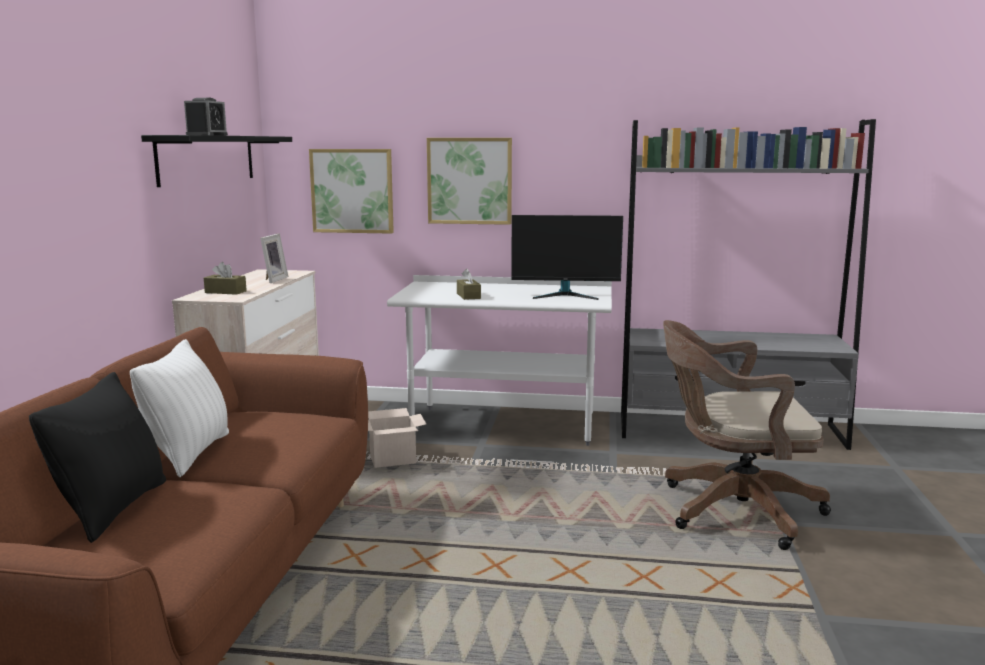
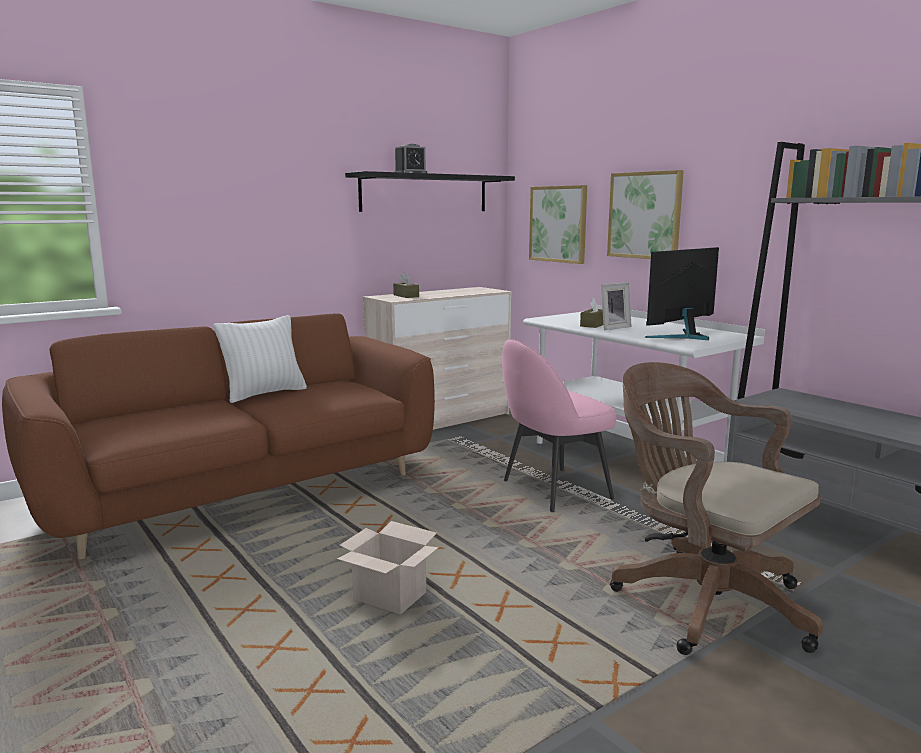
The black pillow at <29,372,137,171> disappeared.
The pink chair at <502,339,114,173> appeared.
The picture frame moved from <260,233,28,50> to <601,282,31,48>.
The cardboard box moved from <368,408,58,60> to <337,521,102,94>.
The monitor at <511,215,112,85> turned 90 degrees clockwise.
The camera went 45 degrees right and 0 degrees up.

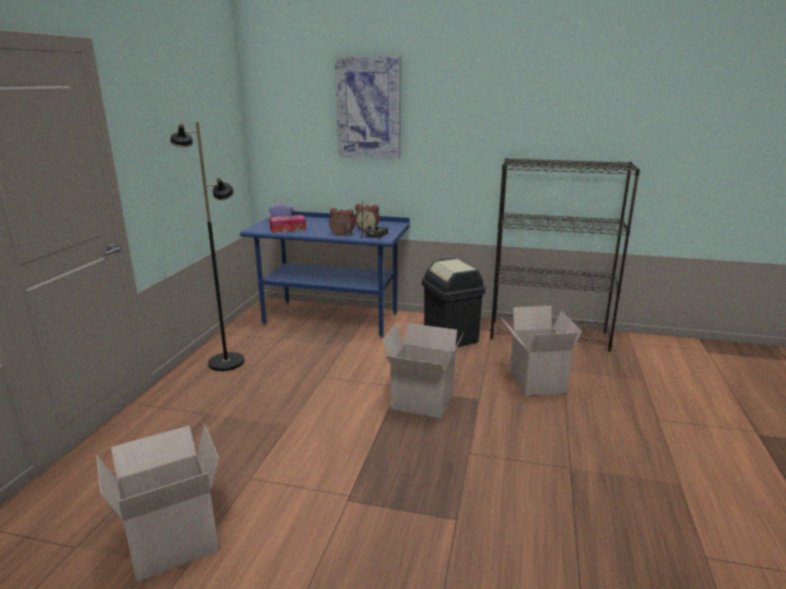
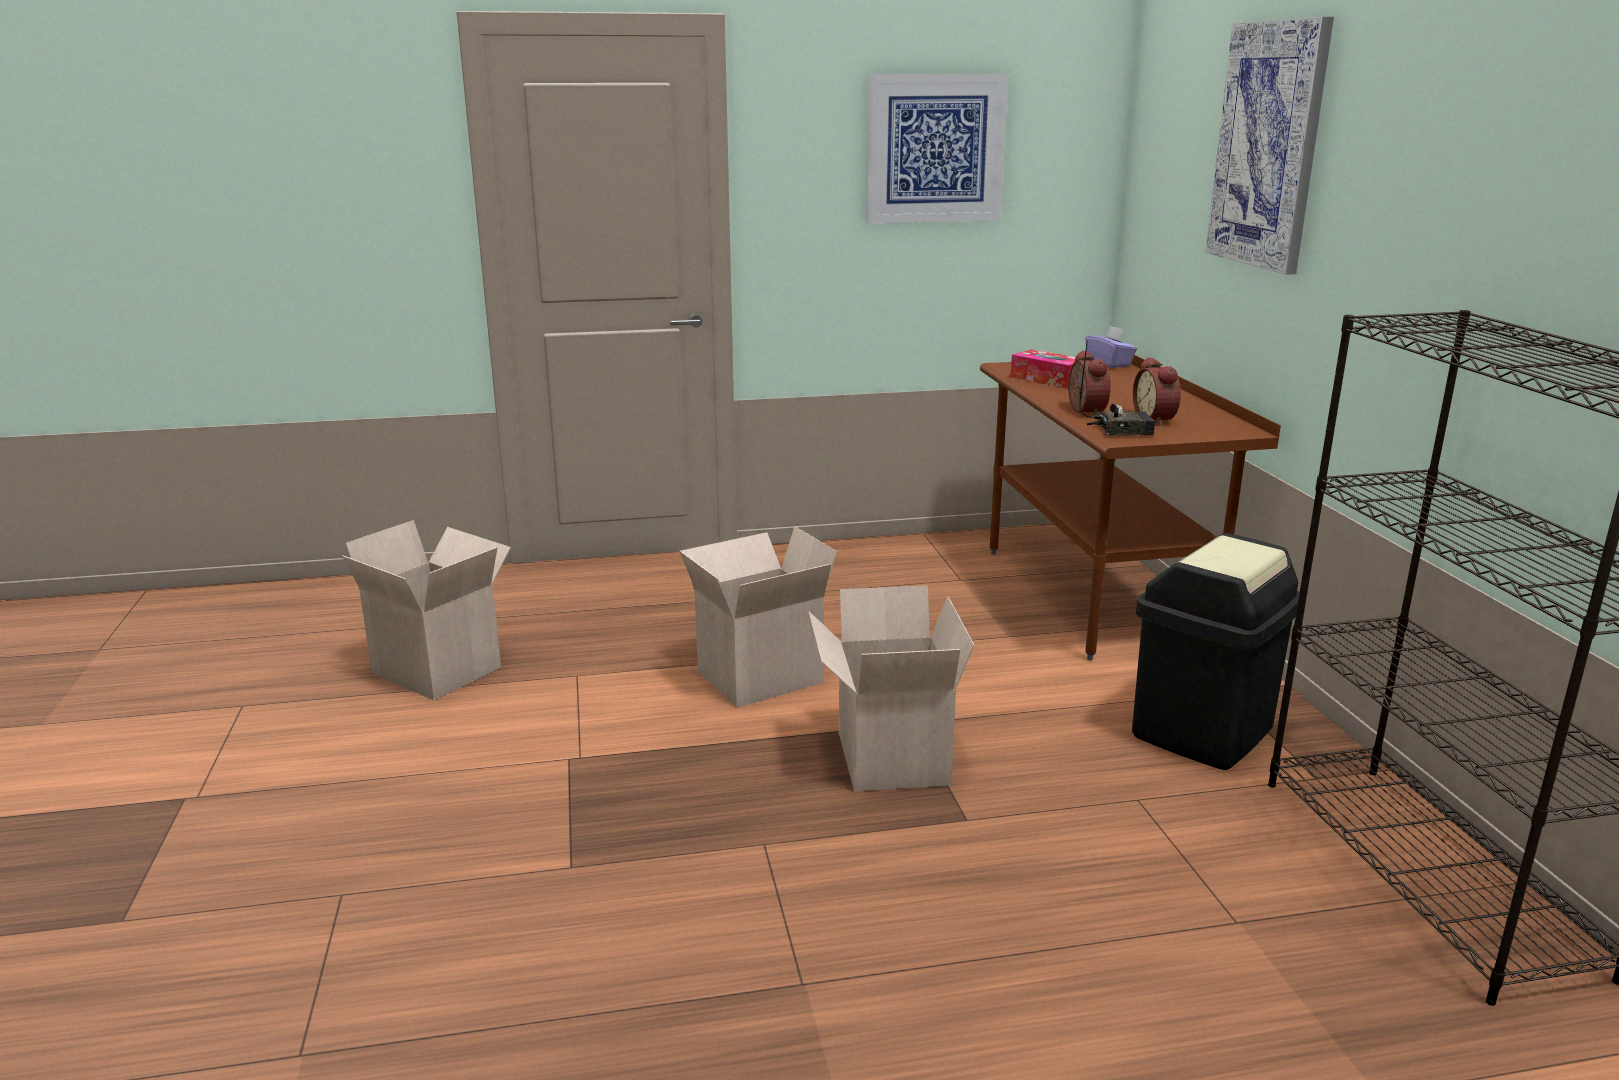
The black floor lamp at <170,122,74,249> disappeared.
The picture at <866,74,143,149> appeared.
The cardboard box moved from <501,306,81,90> to <679,526,158,182>.
The blue desk at <240,211,170,127> became the brown desk at <980,355,301,305>.
The camera went 65 degrees right and 0 degrees up.

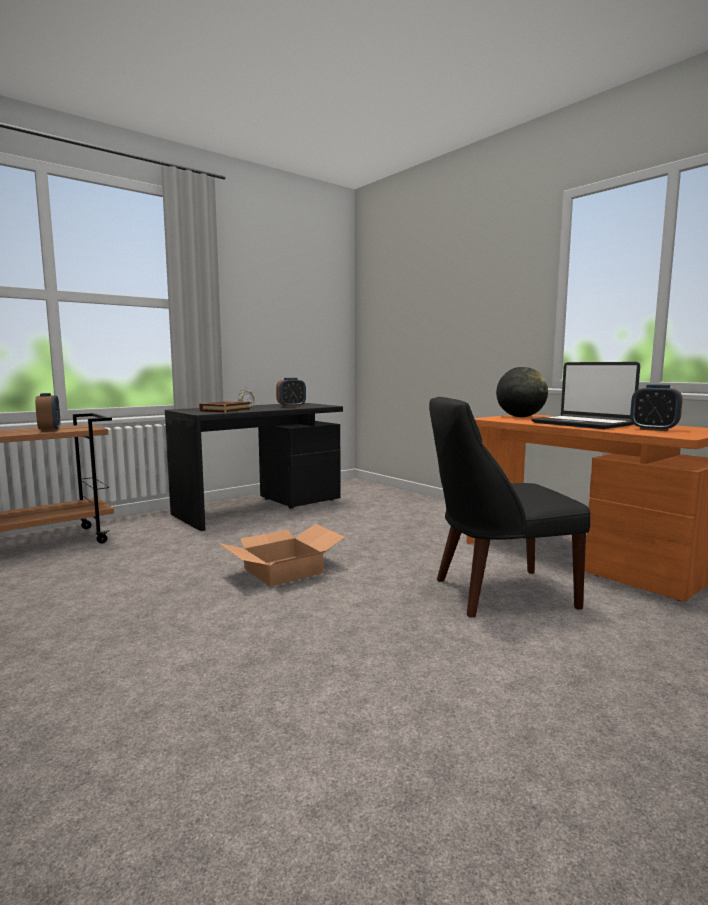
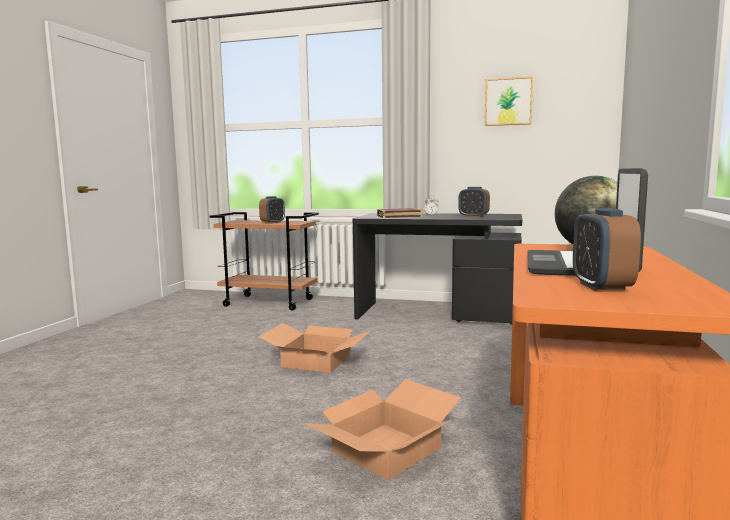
The picture at <485,76,48,50> appeared.
The black chair at <429,397,161,221> was replaced by the cardboard box at <304,379,157,101>.
The camera went 55 degrees right and 0 degrees up.

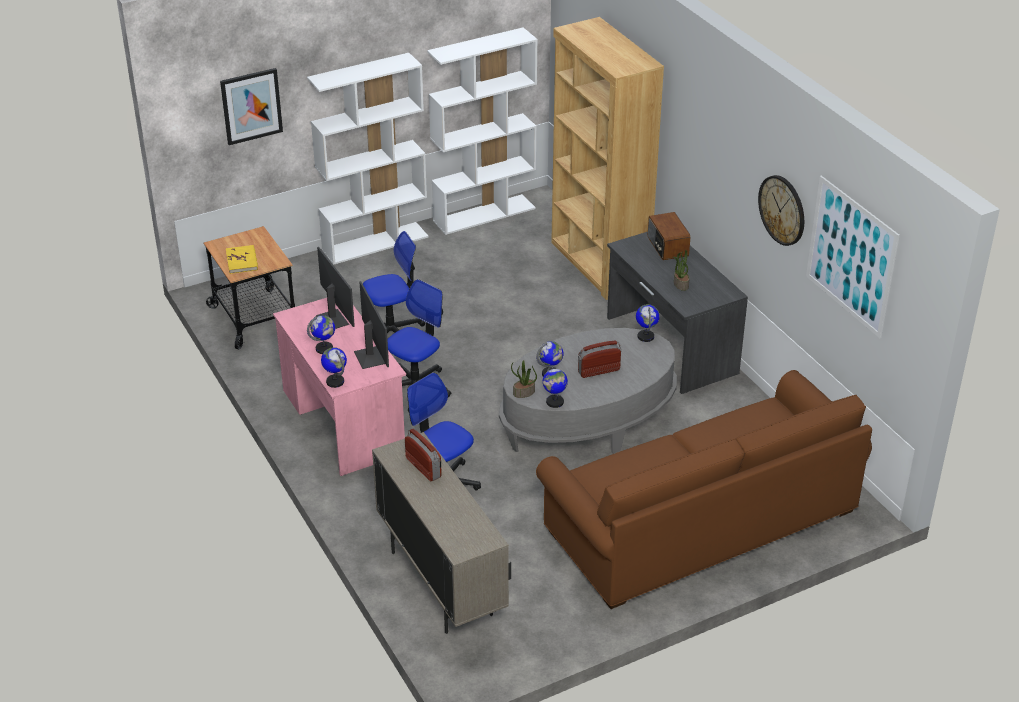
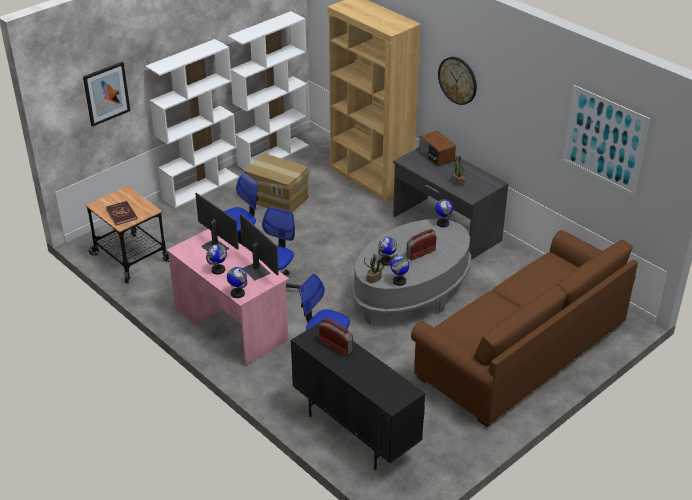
The cardboard box at <244,153,65,59> appeared.
The wall clock moved from <758,175,46,71> to <438,57,39,48>.
The yellow book at <226,245,32,29> became the red book at <106,201,31,24>.
The beige cabinet at <372,432,139,202> became the black cabinet at <291,321,134,149>.
The camera went 15 degrees left and 0 degrees up.

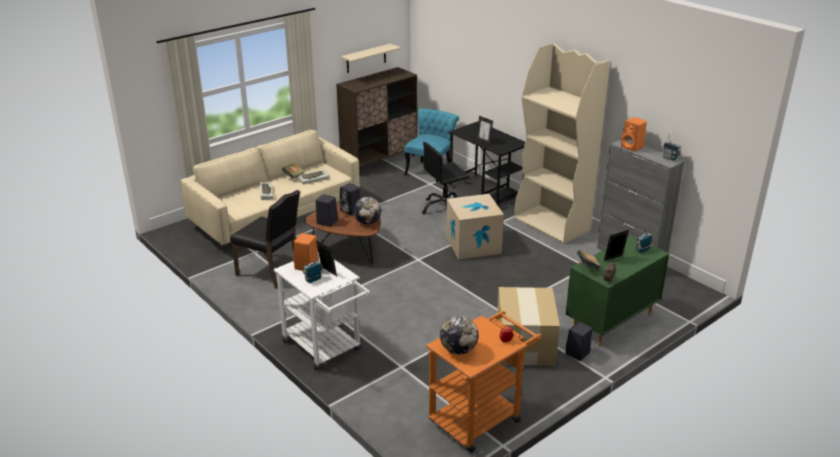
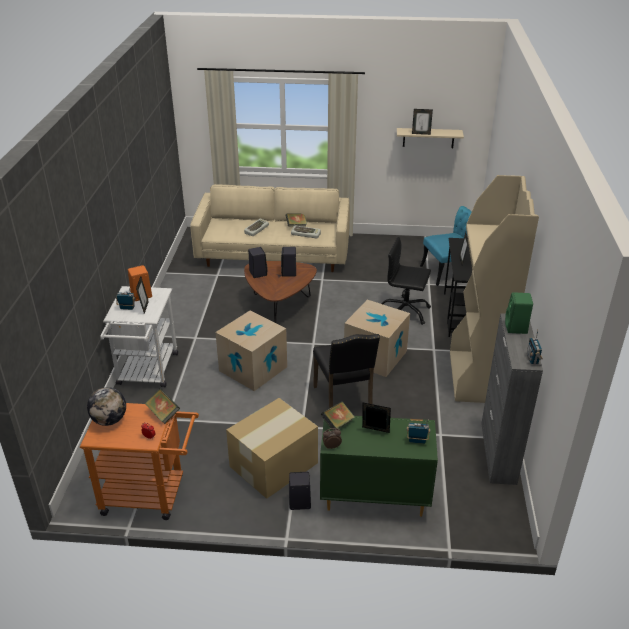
The brown cabinet at <336,67,81,108> disappeared.
The globe at <354,197,27,28> disappeared.
The book at <145,389,35,35> appeared.
The cardboard box at <216,310,71,81> appeared.
The picture frame at <412,109,21,26> appeared.
The black chair moved from <230,190,70,99> to <313,334,67,74>.
The orange speaker at <621,117,26,35> became the green speaker at <505,292,28,42>.
The camera went 45 degrees right and 5 degrees up.

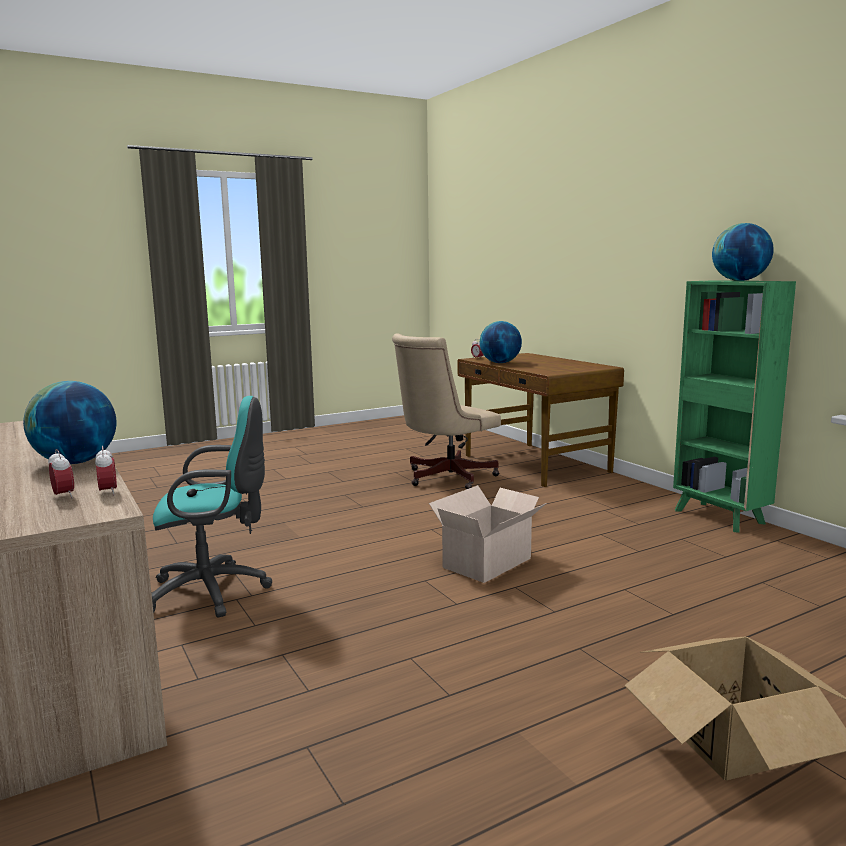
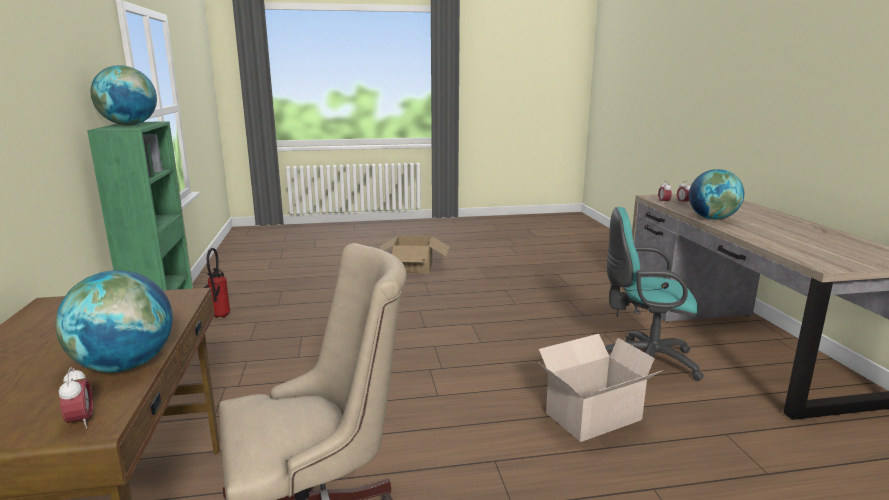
The fire extinguisher at <204,248,26,70> appeared.
The cardboard box moved from <429,485,118,98> to <538,334,124,108>.
The camera went 160 degrees left and 5 degrees up.

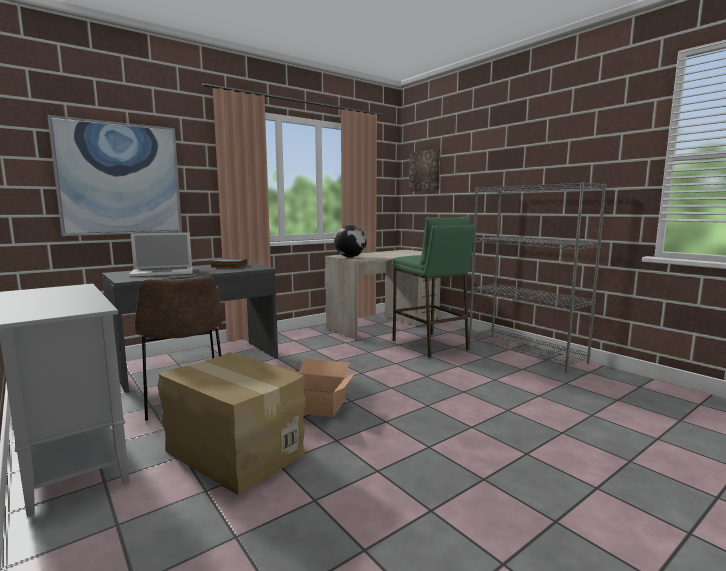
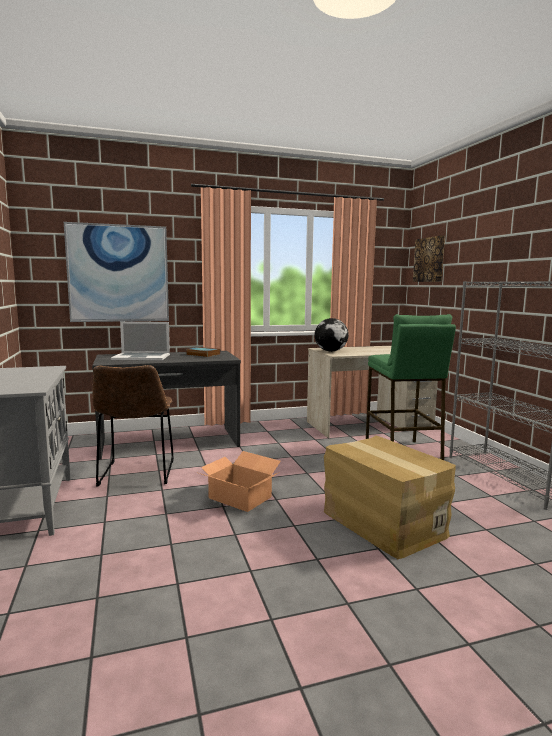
The cardboard box moved from <158,352,148,143> to <324,436,132,123>.
The camera went 20 degrees right and 0 degrees up.

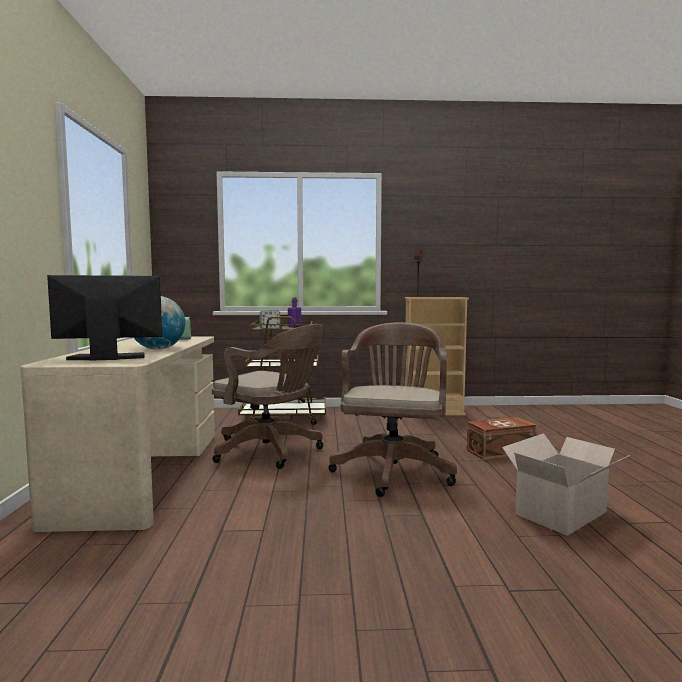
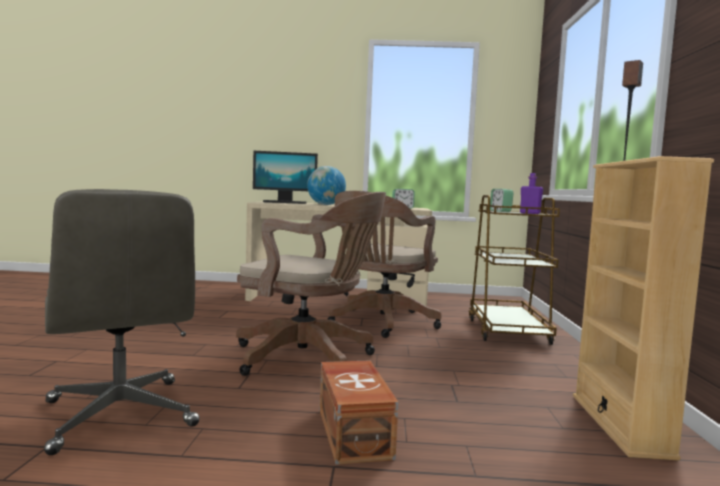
The cardboard box at <502,433,128,103> was replaced by the grey office chair at <44,189,156,266>.
The monitor at <47,275,115,86> turned 90 degrees clockwise.
The camera went 95 degrees right and 0 degrees up.

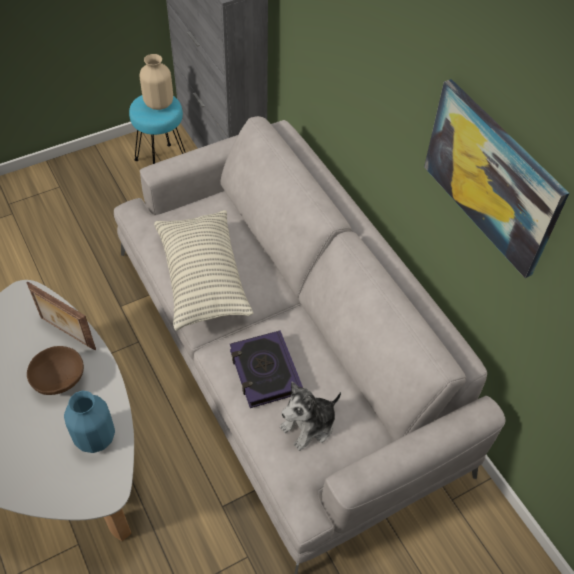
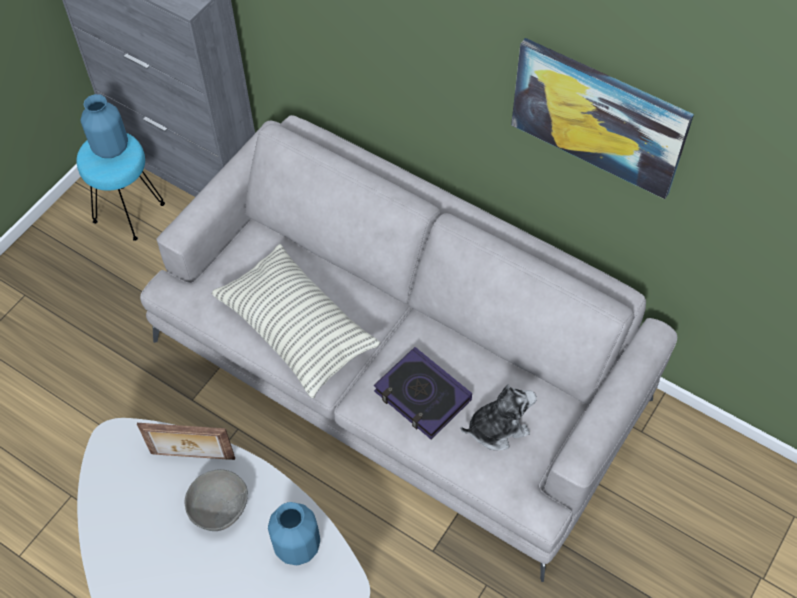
The brown bowl at <27,346,57,49> became the grey bowl at <185,469,63,62>.
The beige vase at <140,54,33,56> became the blue vase at <81,94,47,64>.
The plush toy at <280,381,61,70> turned 135 degrees counterclockwise.
The camera went 25 degrees left and 5 degrees up.

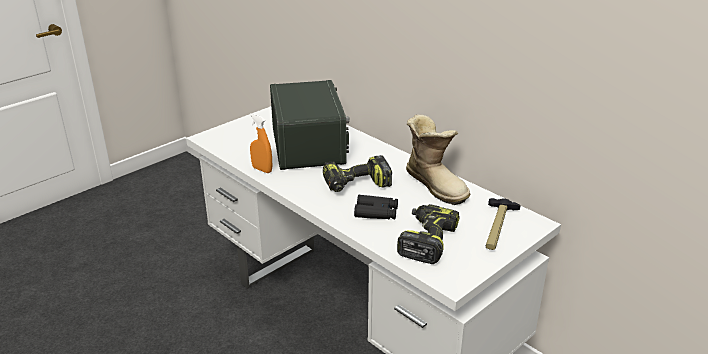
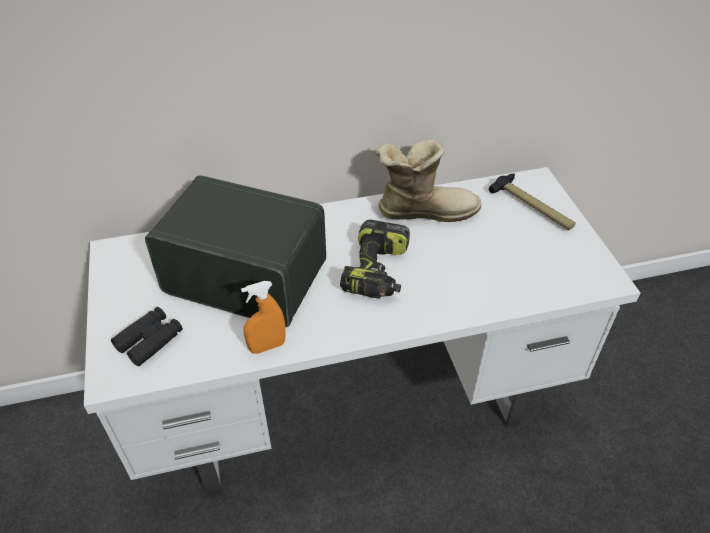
The power drill at <397,204,63,60> disappeared.
The black binoculars moved from <354,195,44,24> to <111,307,72,59>.
The camera went 60 degrees left and 15 degrees up.

